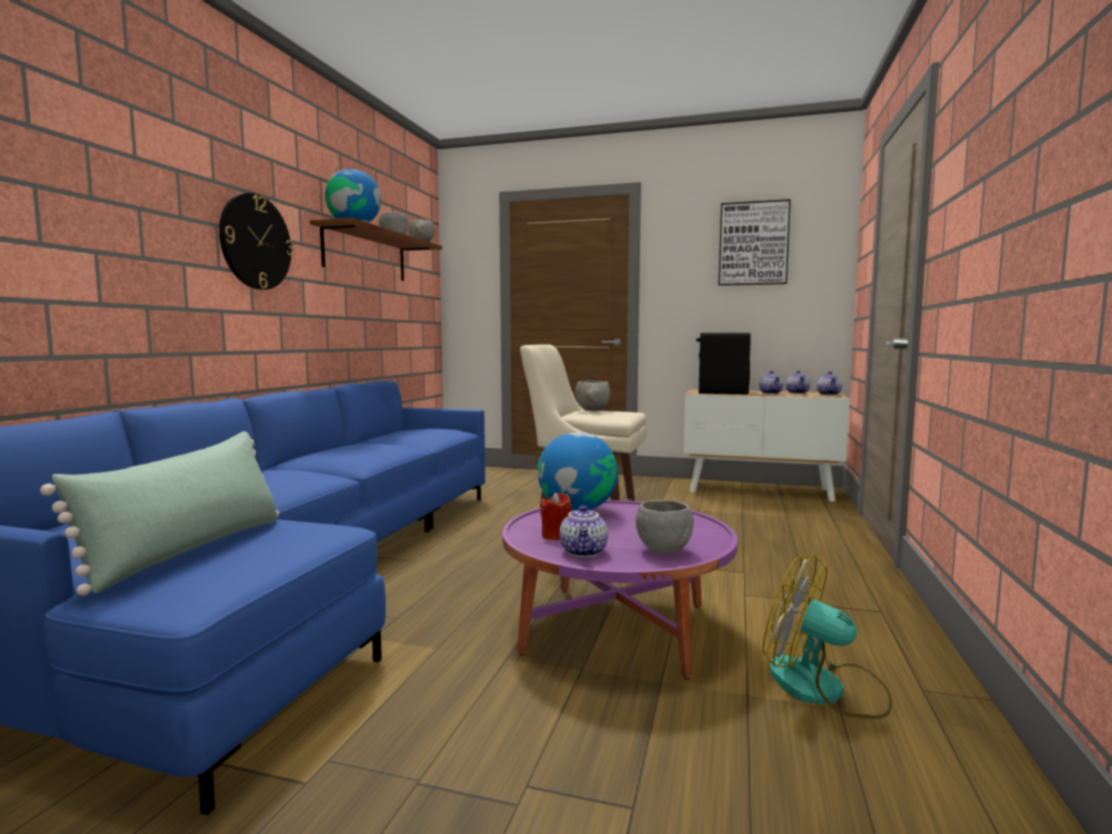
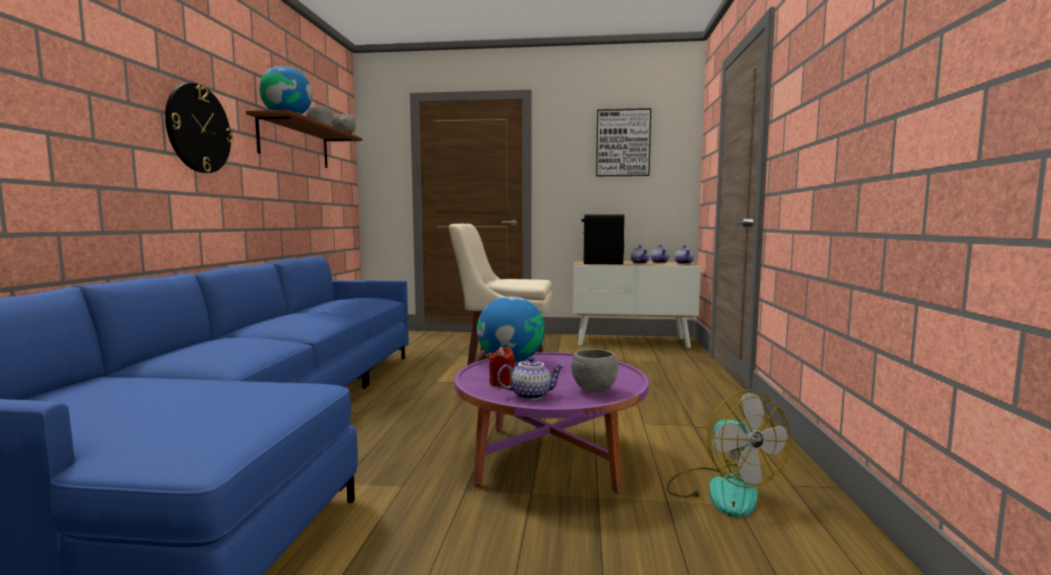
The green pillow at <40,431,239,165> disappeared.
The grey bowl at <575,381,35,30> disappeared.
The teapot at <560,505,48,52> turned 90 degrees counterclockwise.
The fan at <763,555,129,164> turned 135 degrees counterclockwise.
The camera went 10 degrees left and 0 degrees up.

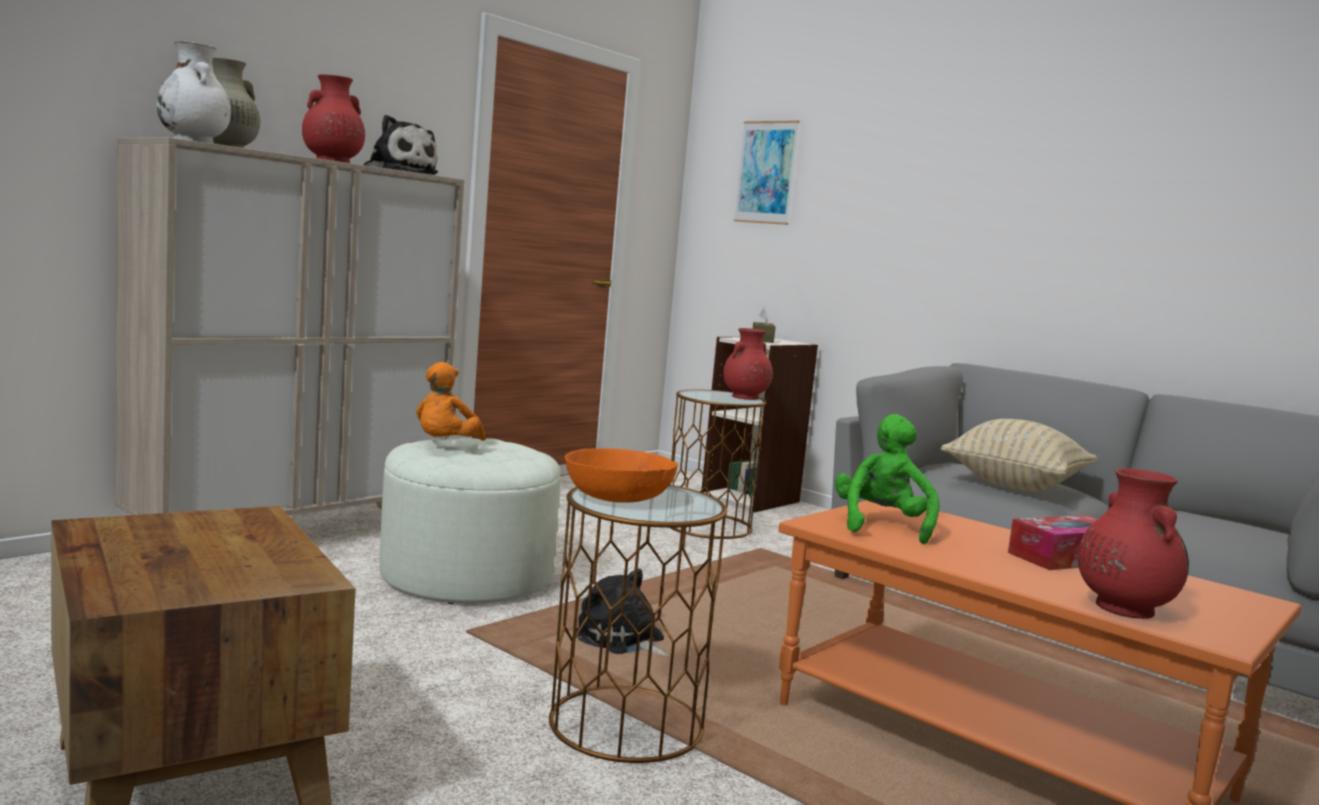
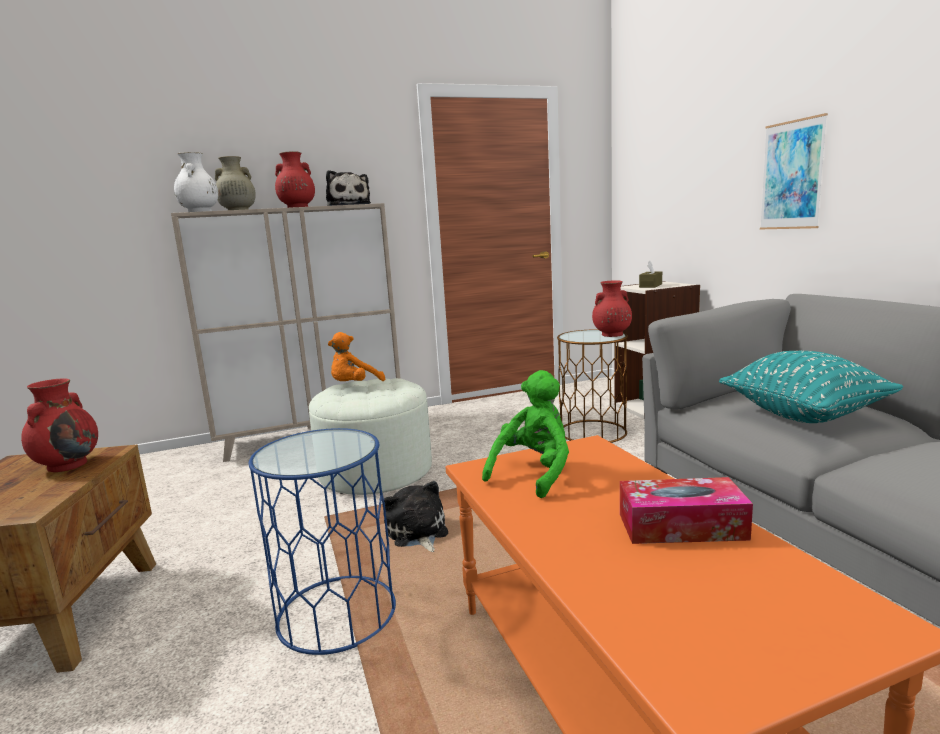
The orange bowl at <565,448,113,55> disappeared.
The picture moved from <734,120,65,105> to <760,113,68,116>.
The red vase moved from <1078,468,111,151> to <21,378,77,94>.
The brown side table at <549,485,178,278> became the blue side table at <249,428,147,227>.
The beige pillow at <941,419,156,73> became the turquoise pillow at <719,351,184,72>.
The camera went 30 degrees right and 5 degrees up.

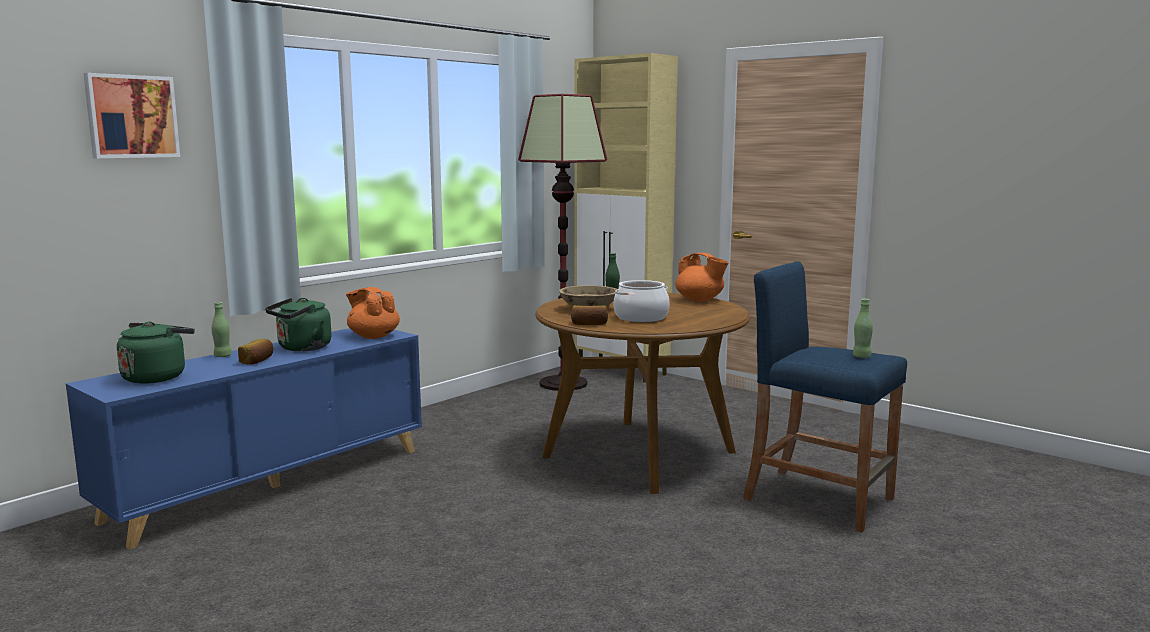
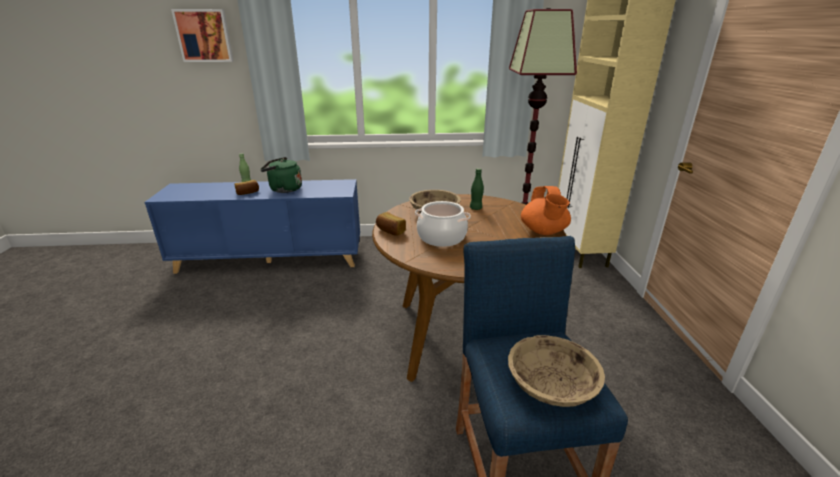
The green kettle at <117,321,78,63> disappeared.
The orange teapot at <346,287,54,52> disappeared.
The green bottle at <853,299,20,59> was replaced by the beige bowl at <508,335,97,72>.
The camera went 45 degrees right and 15 degrees up.

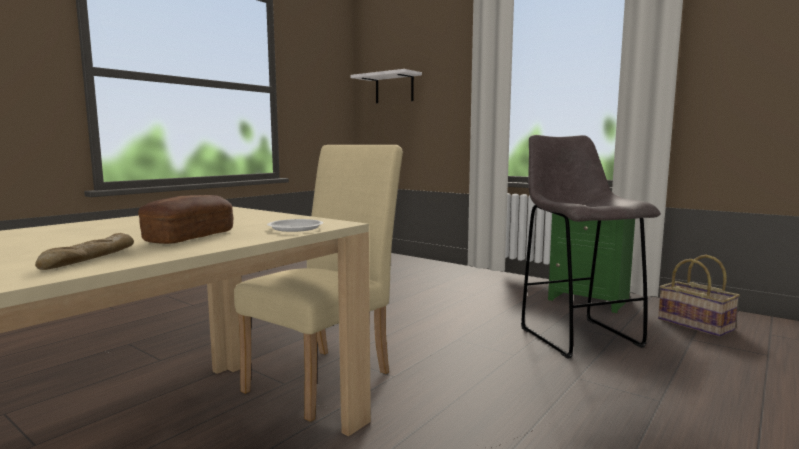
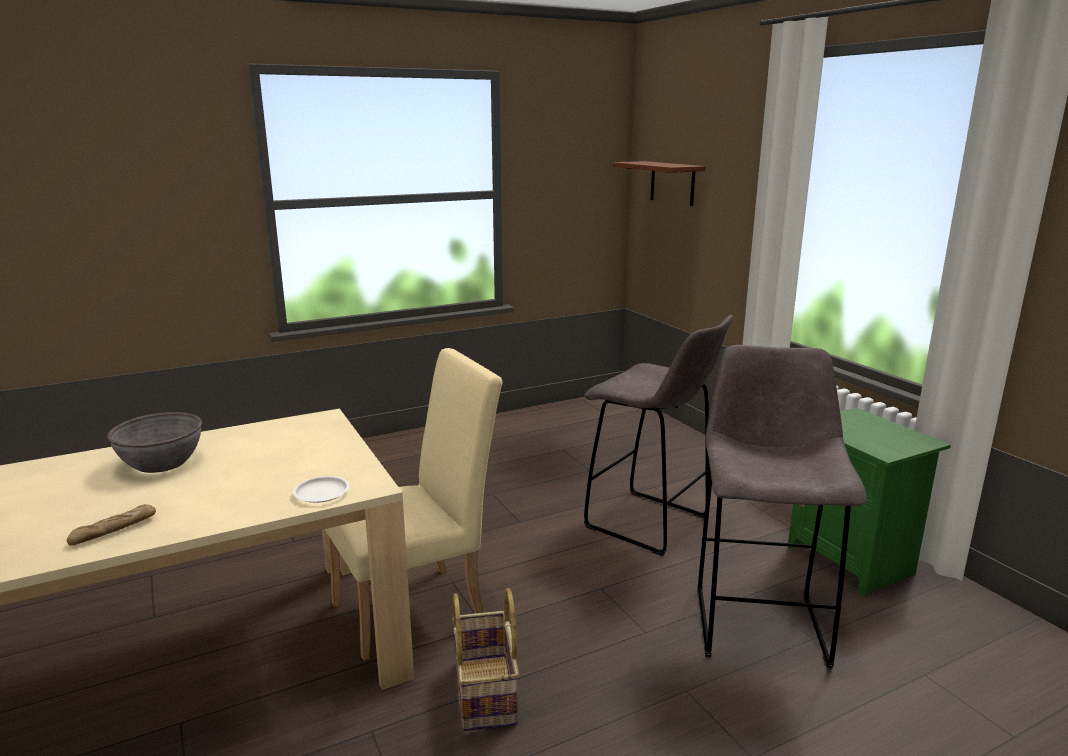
The bread at <138,195,95,49> disappeared.
The grey bowl at <107,412,95,61> appeared.
The grey stool at <584,315,149,241> appeared.
The basket moved from <658,255,82,82> to <452,588,67,143>.
The white shelf at <351,69,71,34> became the brown shelf at <612,161,93,45>.
The camera went 25 degrees right and 10 degrees up.

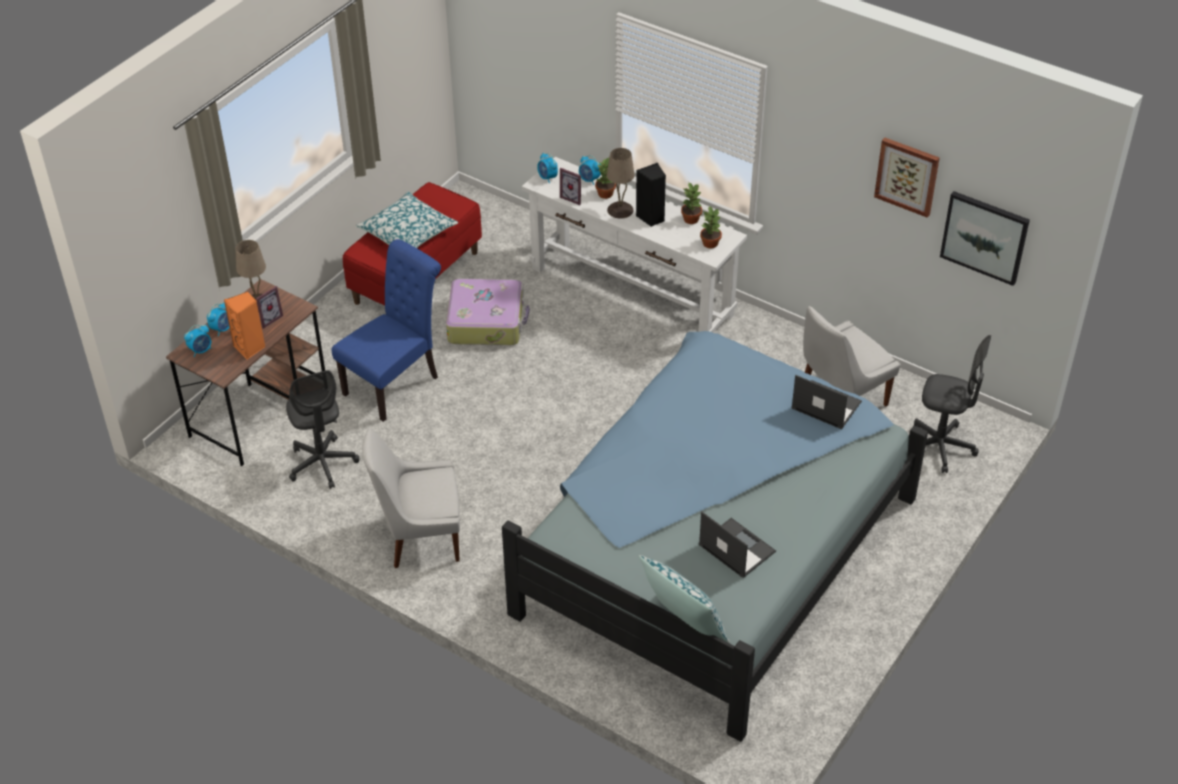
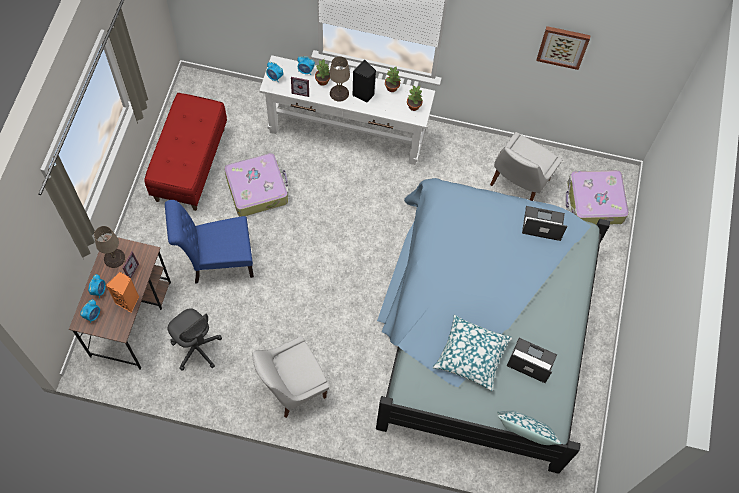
The picture at <940,191,90,95> disappeared.
The pillow moved from <356,192,102,56> to <433,315,79,76>.
The grey office chair at <914,335,77,138> was replaced by the suitcase at <566,170,63,55>.
The blue chair at <332,239,109,183> turned 120 degrees counterclockwise.
The camera went 25 degrees left and 20 degrees up.

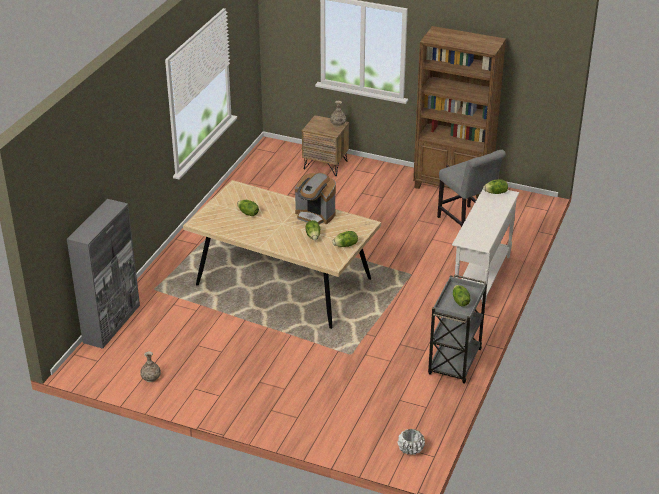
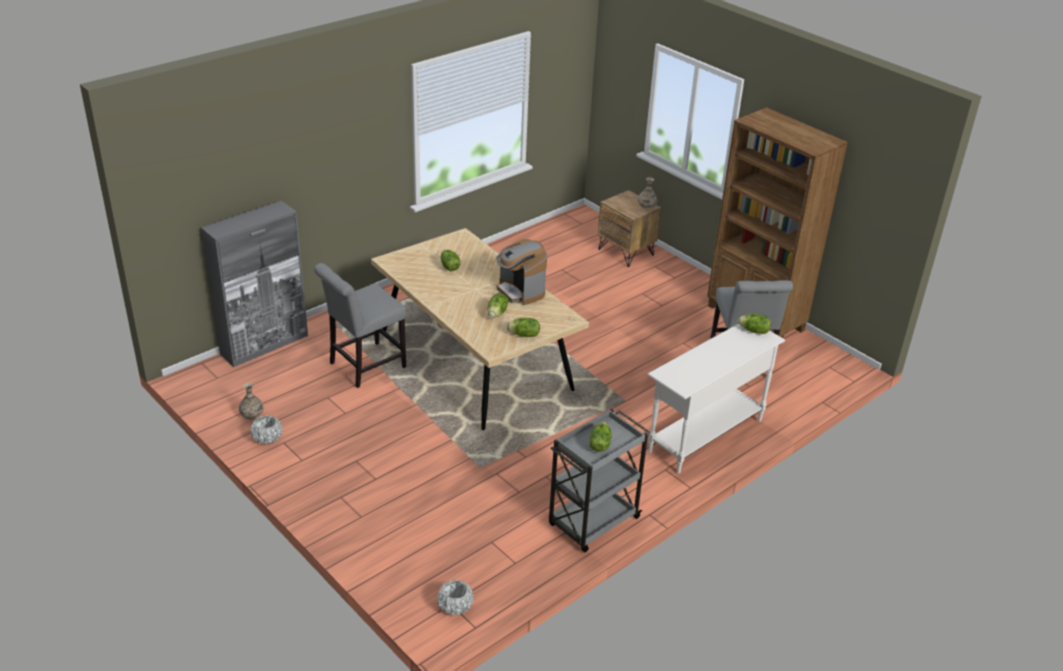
The white planter at <251,415,31,30> appeared.
The grey chair at <314,263,92,125> appeared.
The camera went 25 degrees right and 0 degrees up.

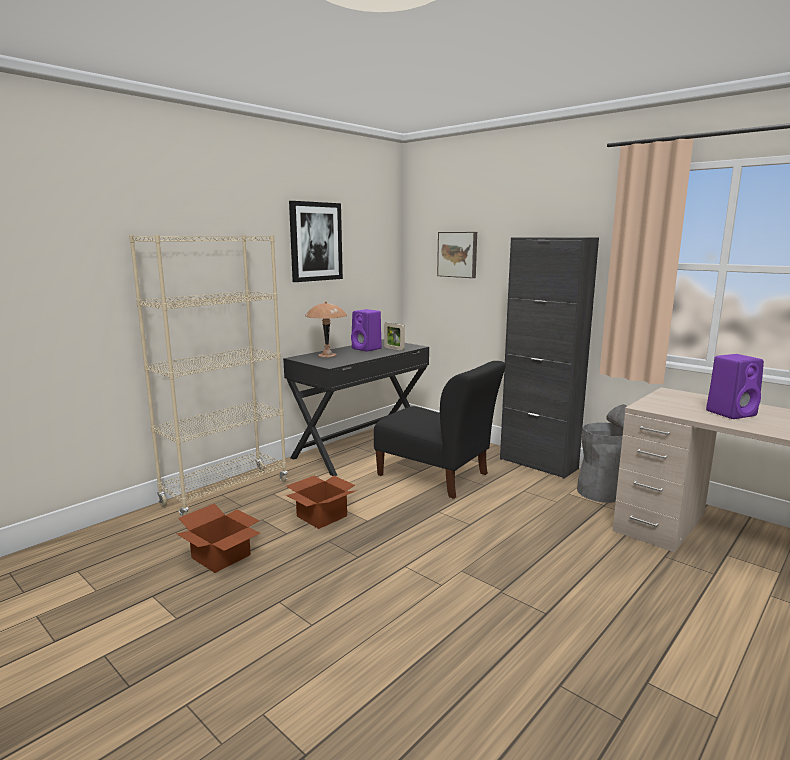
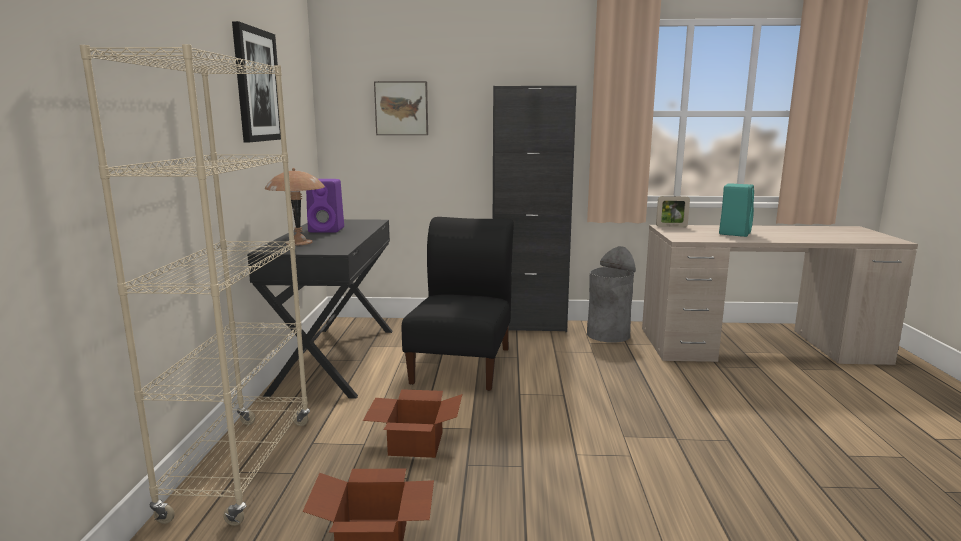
The picture frame moved from <384,322,21,29> to <656,196,34,31>.
The purple speaker at <706,354,58,65> became the turquoise speaker at <719,183,35,54>.
The black chair at <374,361,132,138> turned 75 degrees counterclockwise.
The camera went 40 degrees left and 0 degrees up.

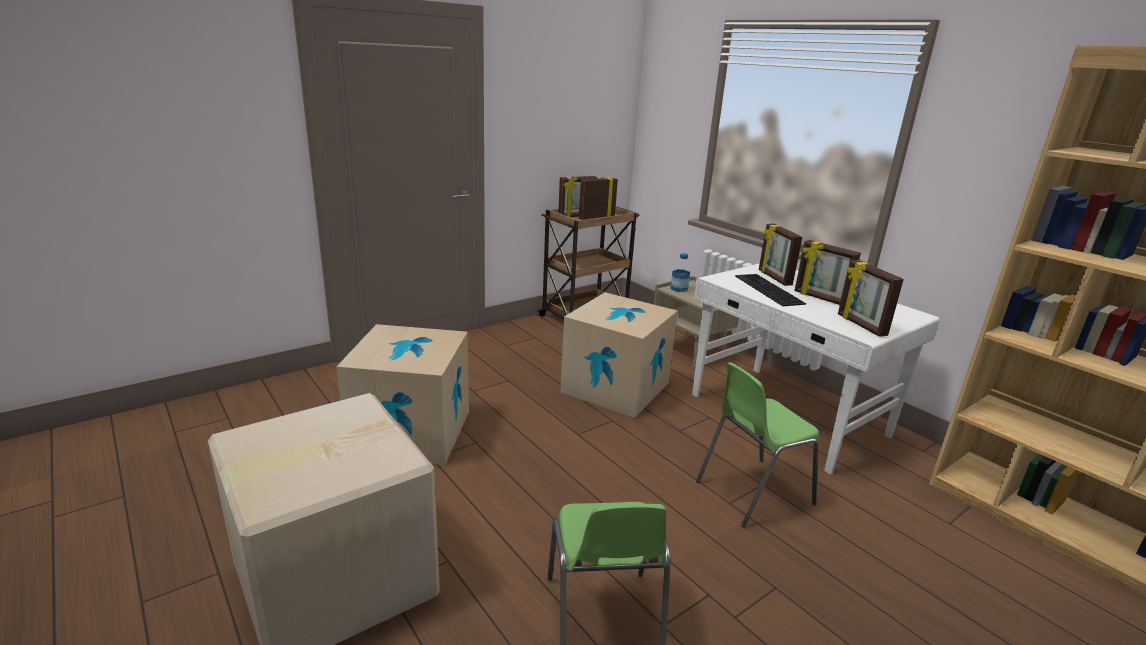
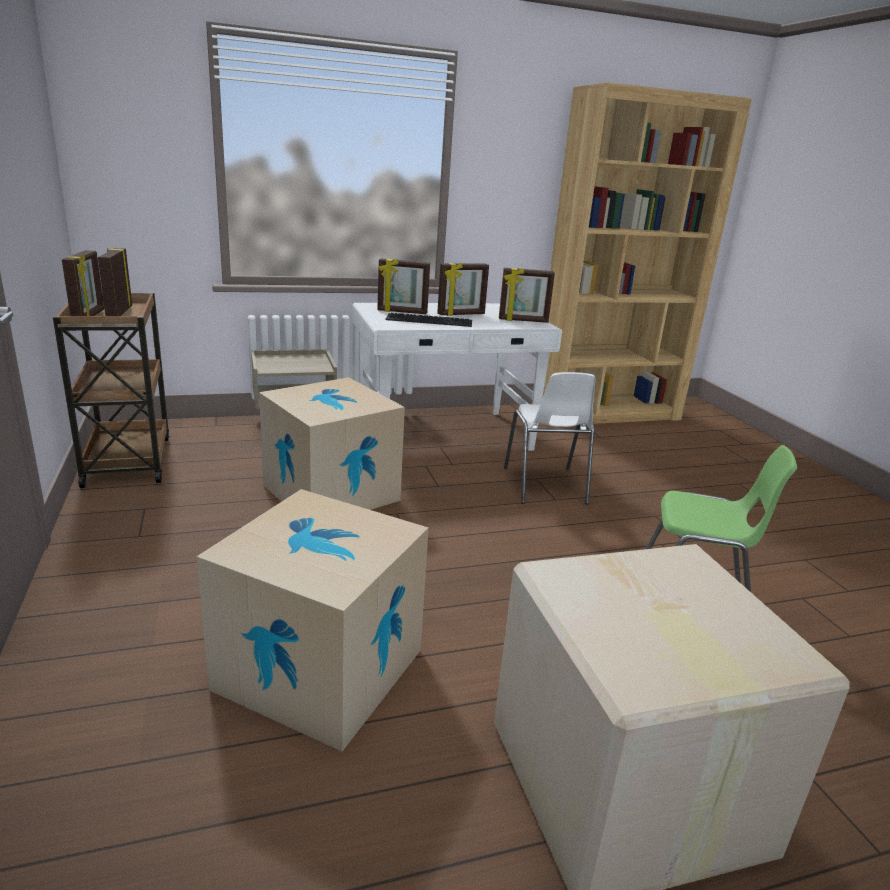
The bottle at <671,253,19,39> disappeared.
The green chair at <696,362,123,165> became the white chair at <504,372,92,132>.
The camera went 70 degrees left and 0 degrees up.

